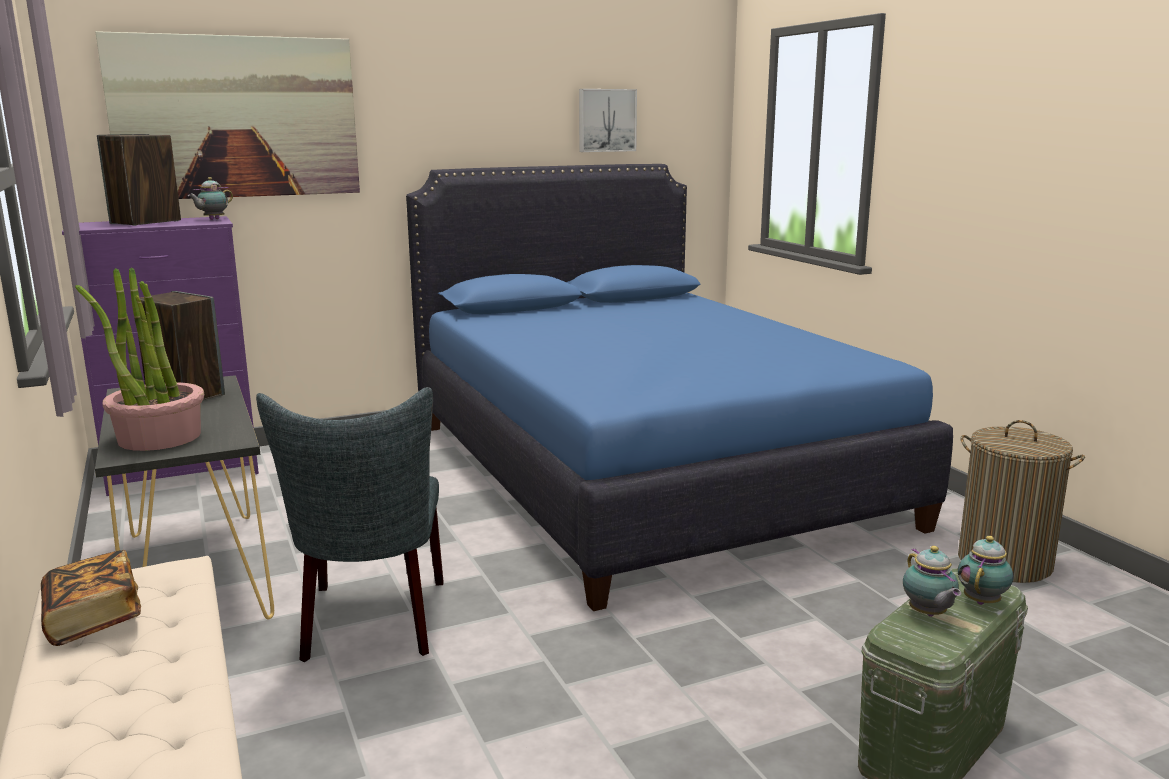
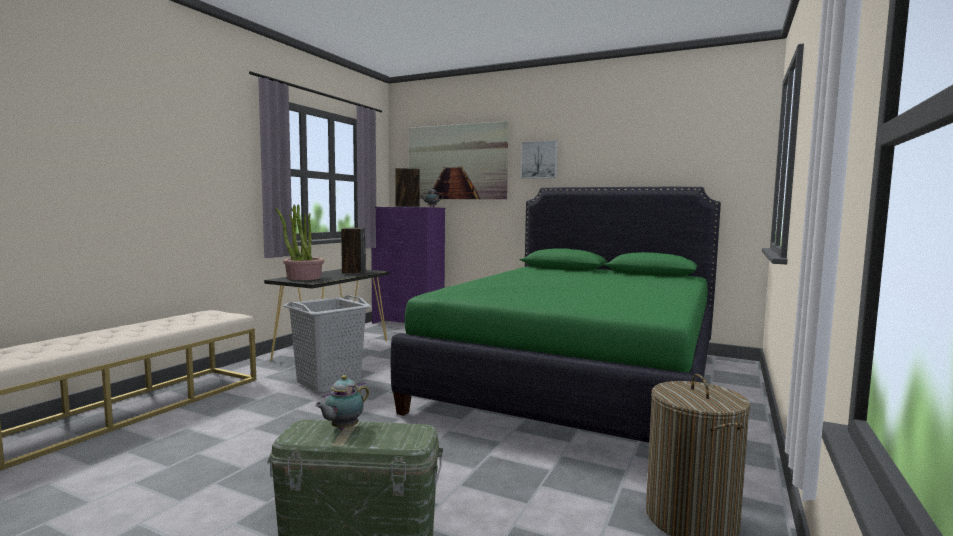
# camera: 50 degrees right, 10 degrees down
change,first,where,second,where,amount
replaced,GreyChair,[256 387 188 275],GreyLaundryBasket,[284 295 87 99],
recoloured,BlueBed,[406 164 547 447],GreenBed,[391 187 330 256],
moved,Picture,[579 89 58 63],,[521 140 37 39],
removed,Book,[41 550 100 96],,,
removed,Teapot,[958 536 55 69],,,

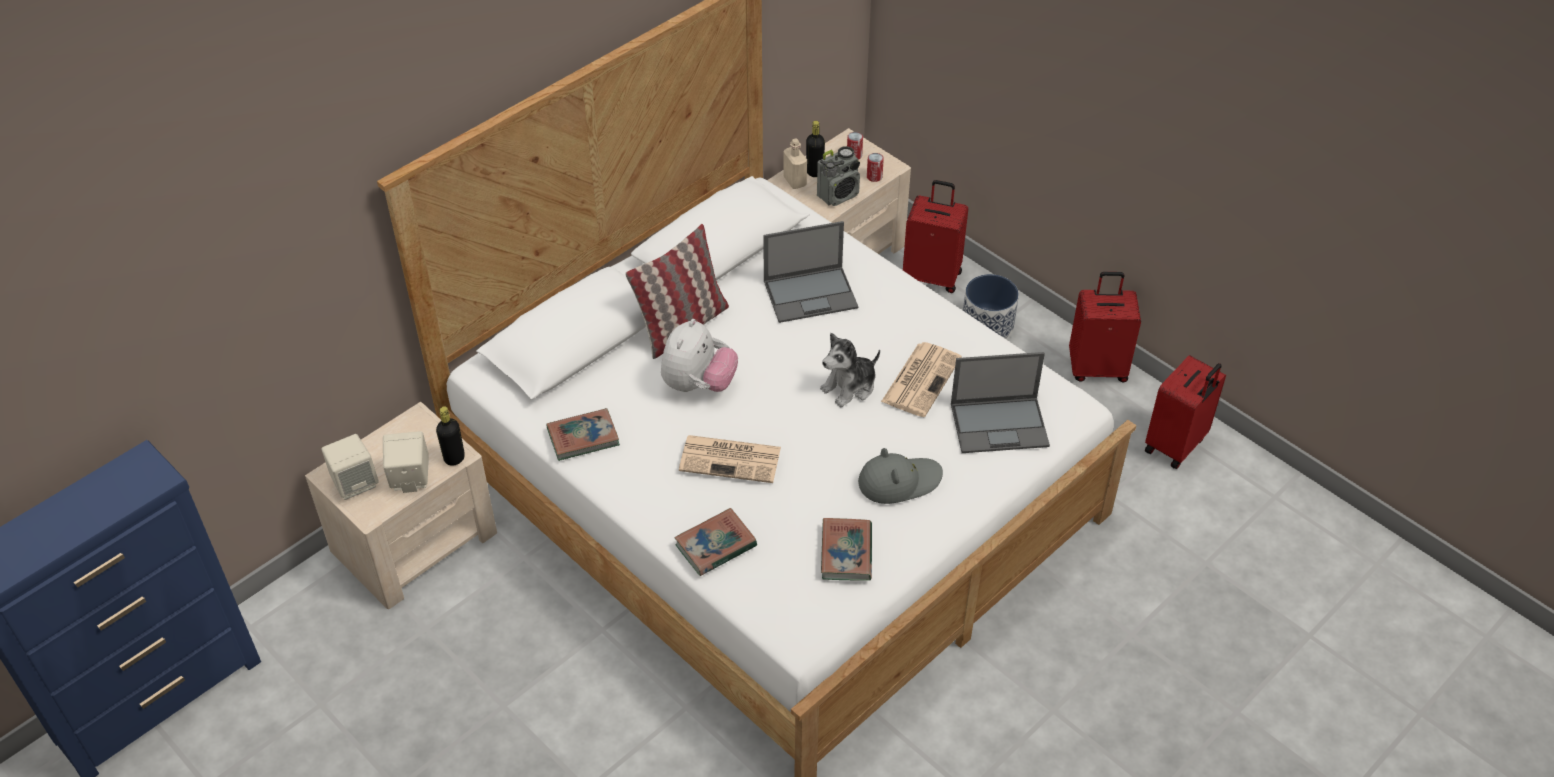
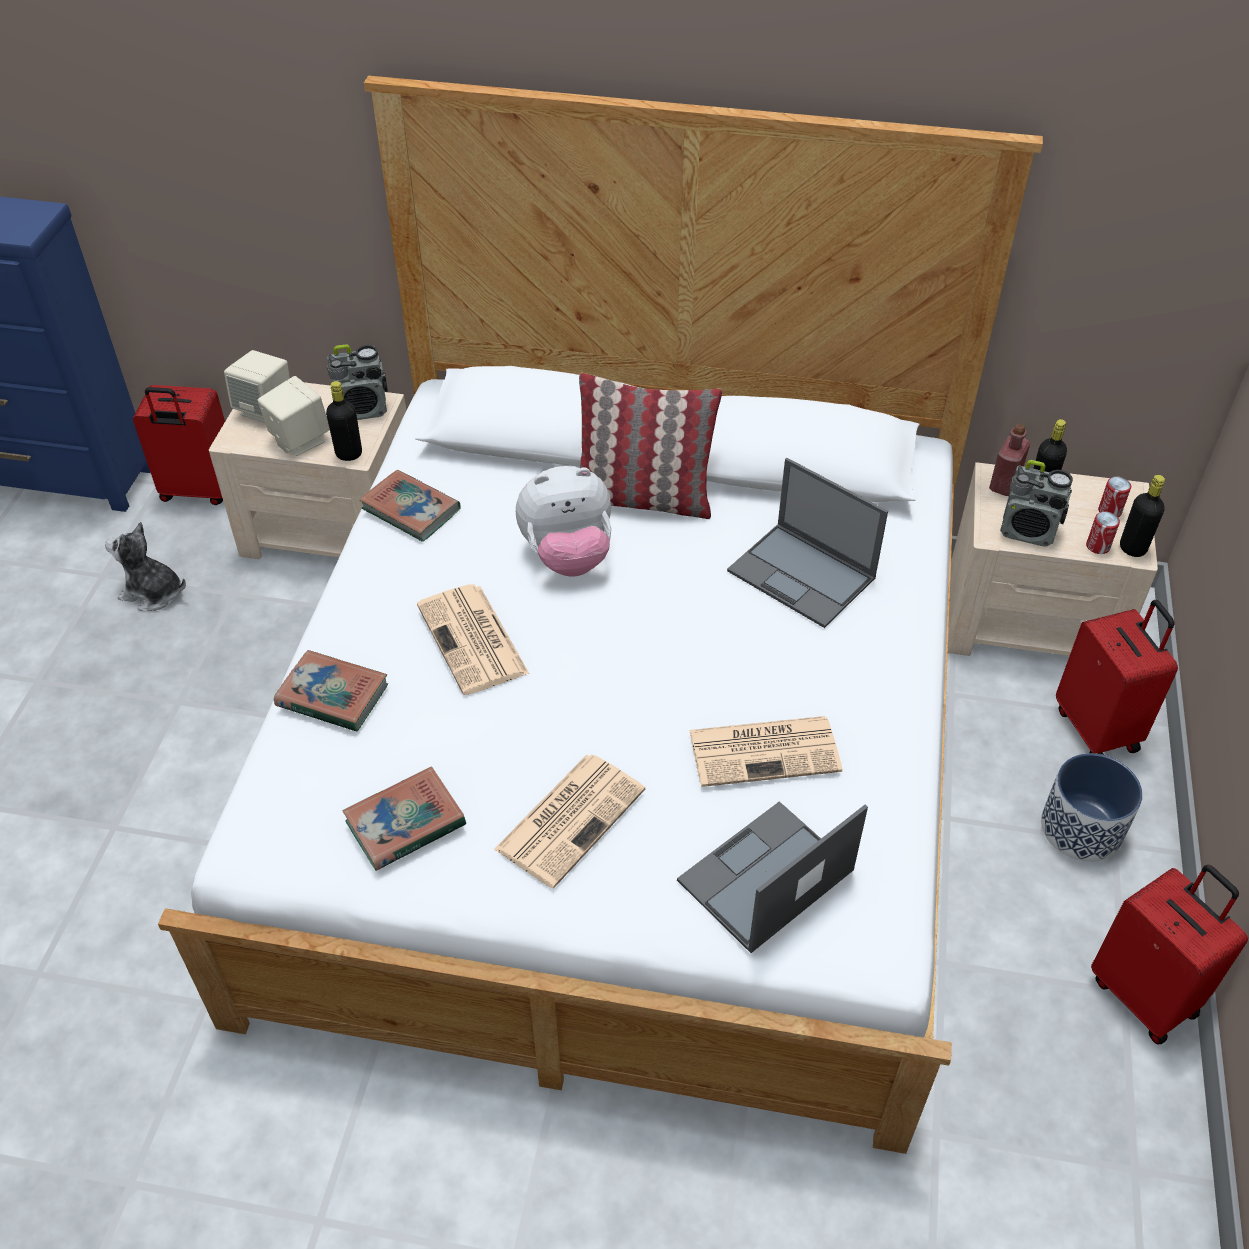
# camera: 55 degrees right, 0 degrees up
change,first,where,second,where,amount
moved,PlushToy,[820 333 60 74],,[105 522 81 89],
moved,RedSuitcase,[1145 355 81 114],,[133 385 92 120],
added,,,Radio,[327 344 61 76],
replaced,GreyHat,[858 448 85 56],Newspaper,[494 754 151 134],
turned,Laptop,[951 352 99 101],,[677 801 191 152],90 degrees clockwise
recoloured,BeigeBottle,[783 138 24 51],RedBottle,[989 424 41 72],
added,,,BlackBottle,[1120 475 45 82],

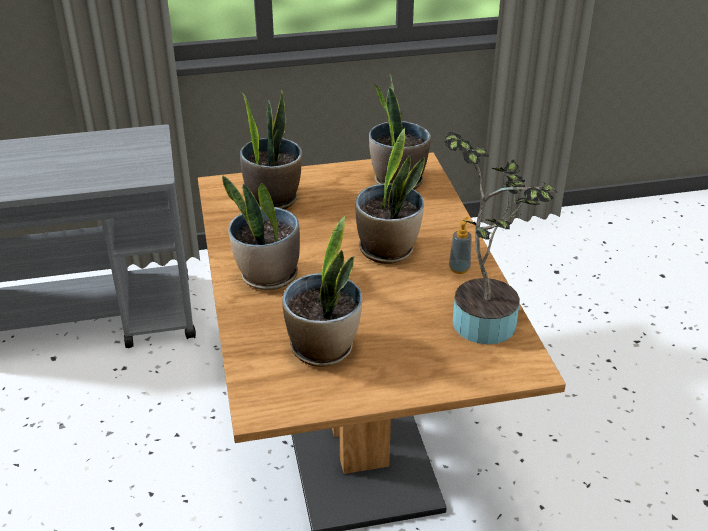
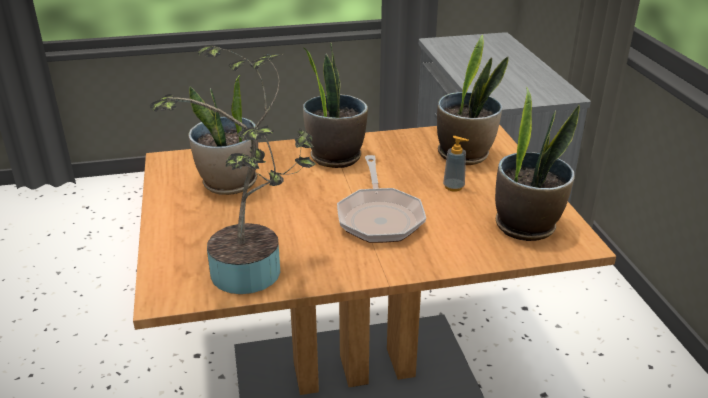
# camera: 90 degrees right, 5 degrees down
change,first,where,second,where,amount
replaced,PottedPlant,[355 128 70 136],FryingPan,[337 155 89 88],
moved,SoapDispenser,[449 217 23 57],,[443 136 26 56],

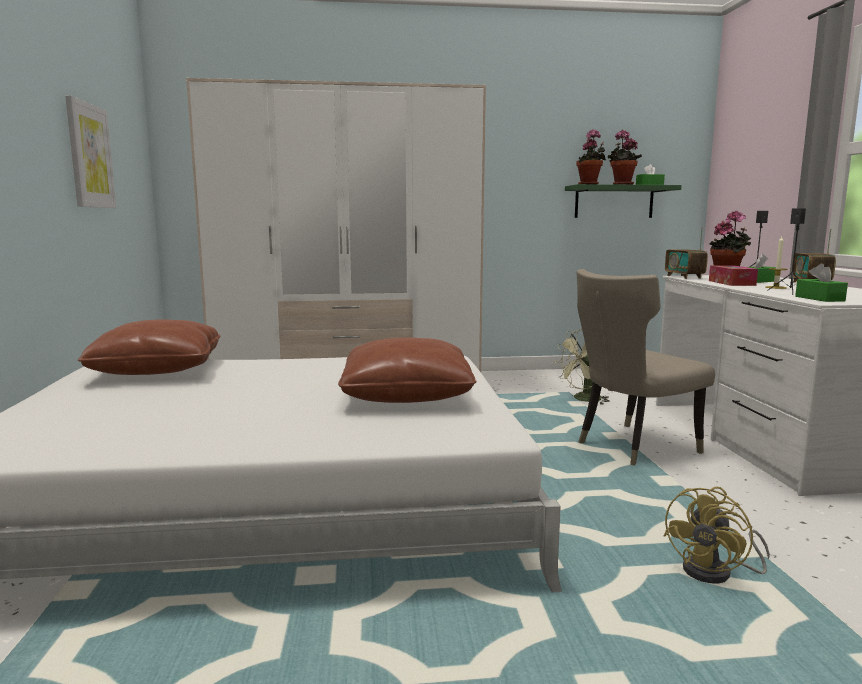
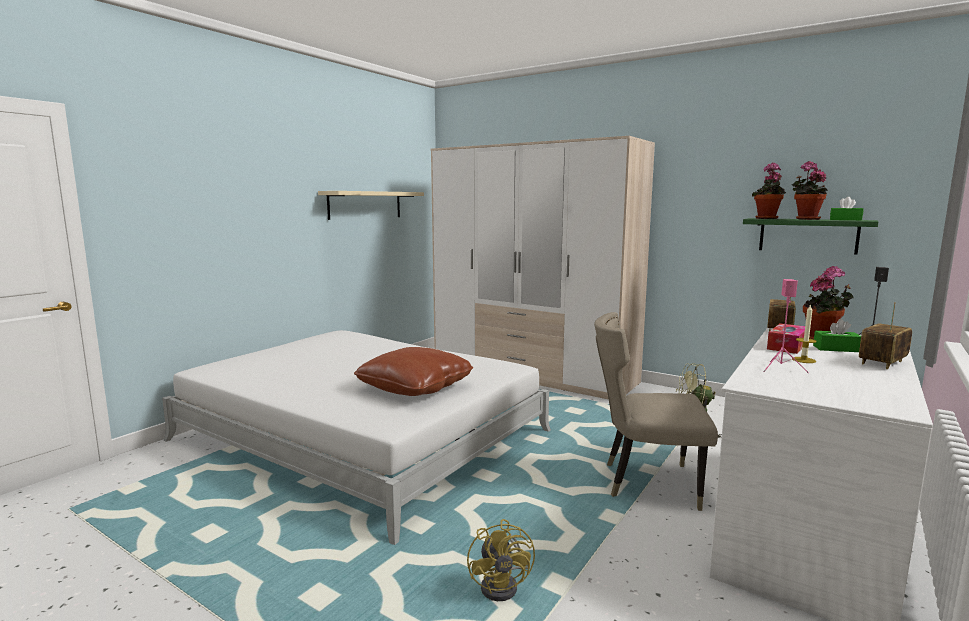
# camera: 40 degrees right, 0 degrees up
change,first,where,second,where,amount
replaced,Picture,[66 95 50 113],BeigeShelf,[318 191 106 29],
turned,YellowFan,[663 487 107 97],,[467 519 68 82],90 degrees counterclockwise
recoloured,BlackSpeaker,[767 208 39 87],PinkSpeaker,[763 279 46 94],
removed,BrownPillow,[78 319 142 56],,,
removed,GreenTissueBox,[795 263 53 39],,,

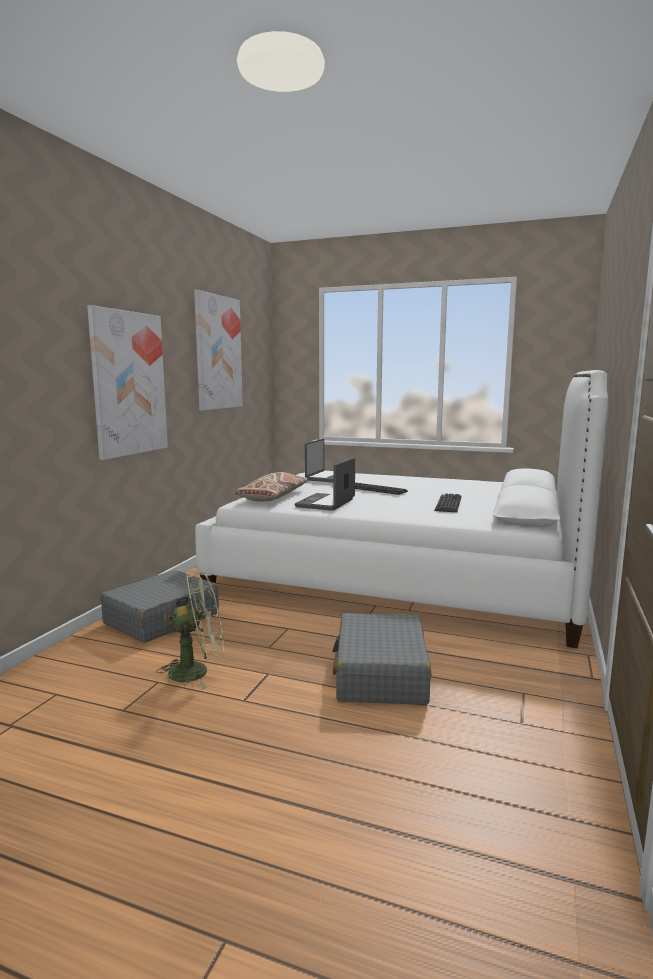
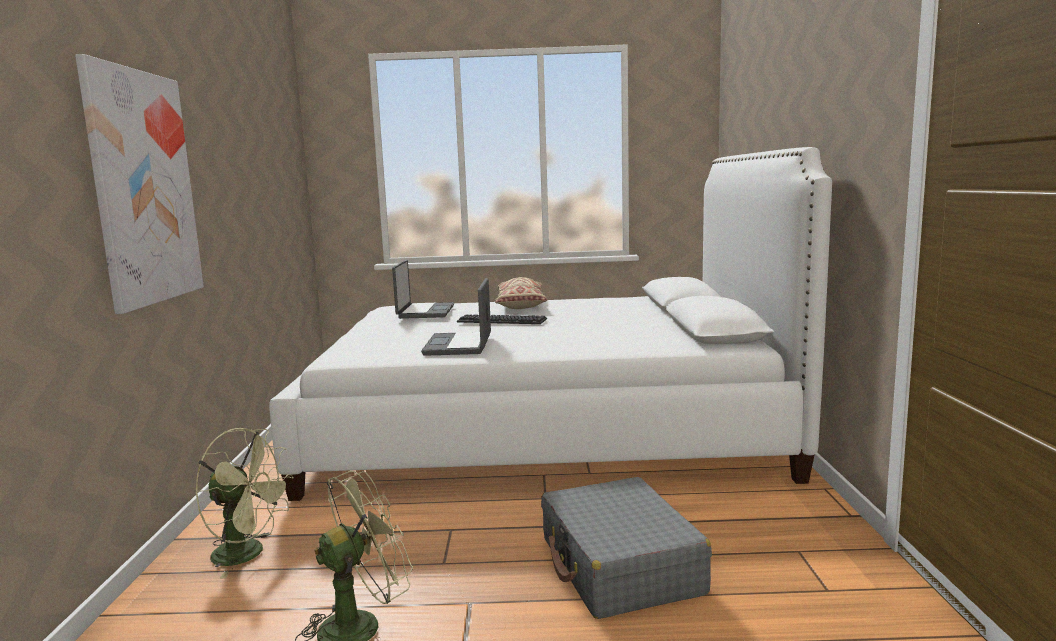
# camera: 20 degrees left, 0 degrees up
change,first,where,second,where,amount
replaced,GreySuitcase,[100 570 119 73],GreenFan,[195 428 99 151],
moved,BeigePillow,[233 472 76 29],,[495 277 52 32],
removed,Picture,[194 290 49 121],,,
removed,Keyboard,[435 493 27 19],,,

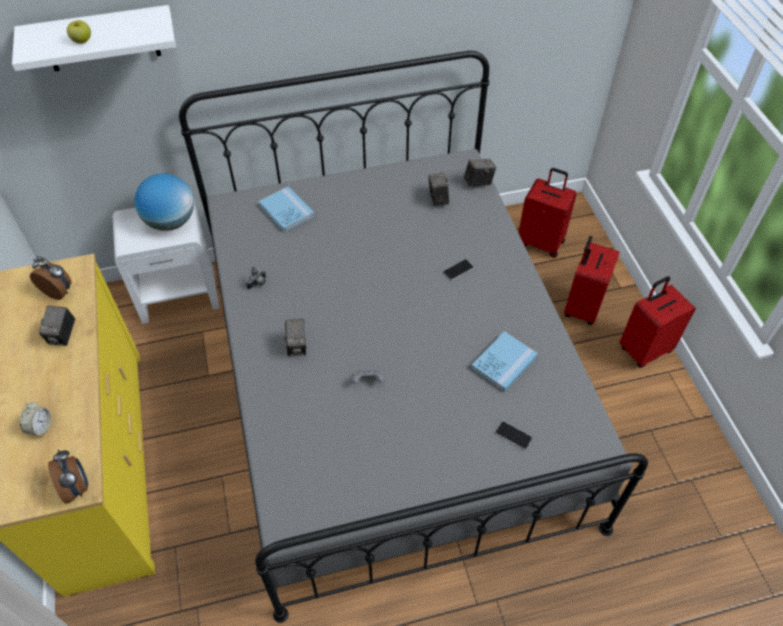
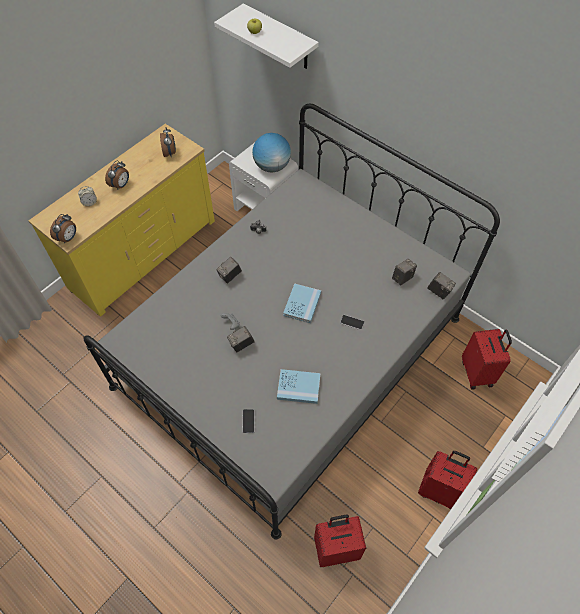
# camera: 55 degrees right, 5 degrees up
change,first,where,second,where,amount
added,,,AlarmClock,[105 161 24 28],
moved,PhotoCamera,[39 305 36 41],,[227 326 27 26],
moved,BlueBook,[258 186 56 47],,[283 283 38 40],
moved,RedSuitcase,[564 236 56 89],,[314 515 52 52],

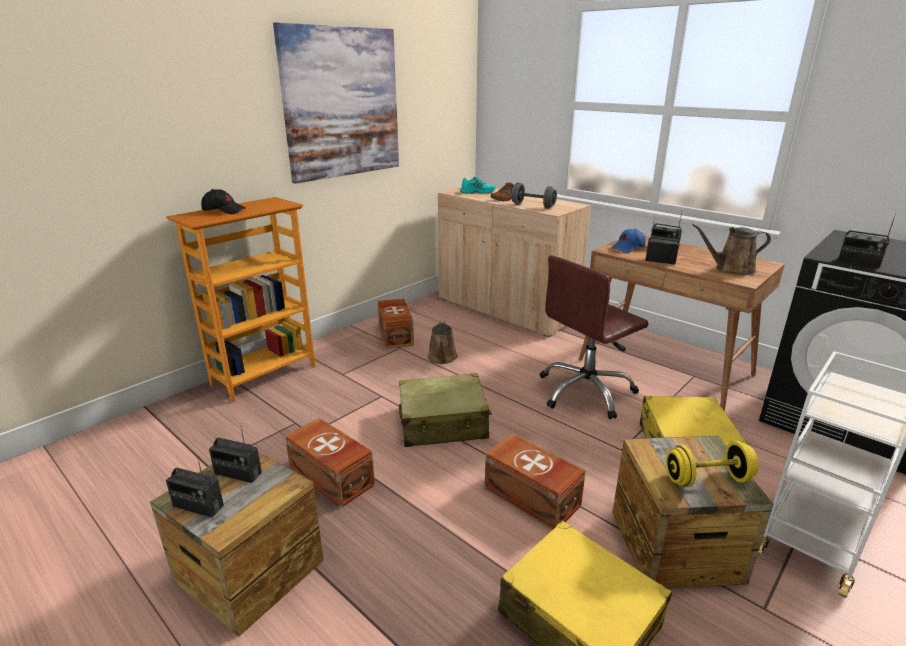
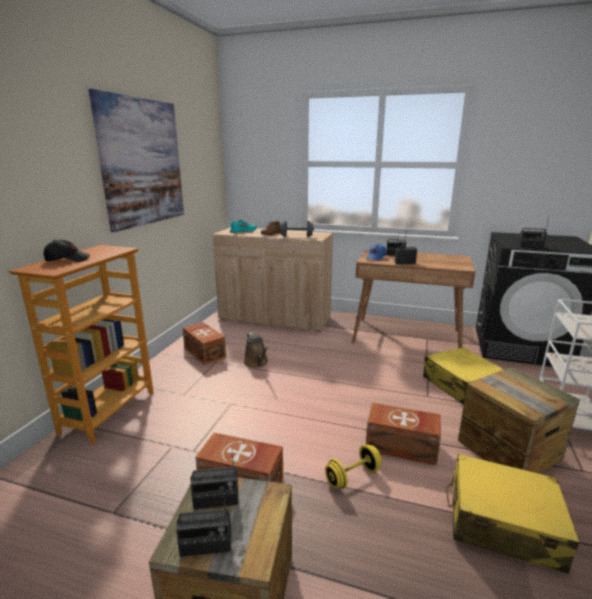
# camera: 25 degrees left, 5 degrees down
change,first,where,second,where,amount
moved,YellowDumbbell,[665 441 94 46],,[325 444 57 45],
removed,BeigeSuitcase,[399 373 93 74],,,
removed,BrownOfficeChair,[540 255 109 164],,,
removed,BrownWateringCan,[692 224 79 51],,,

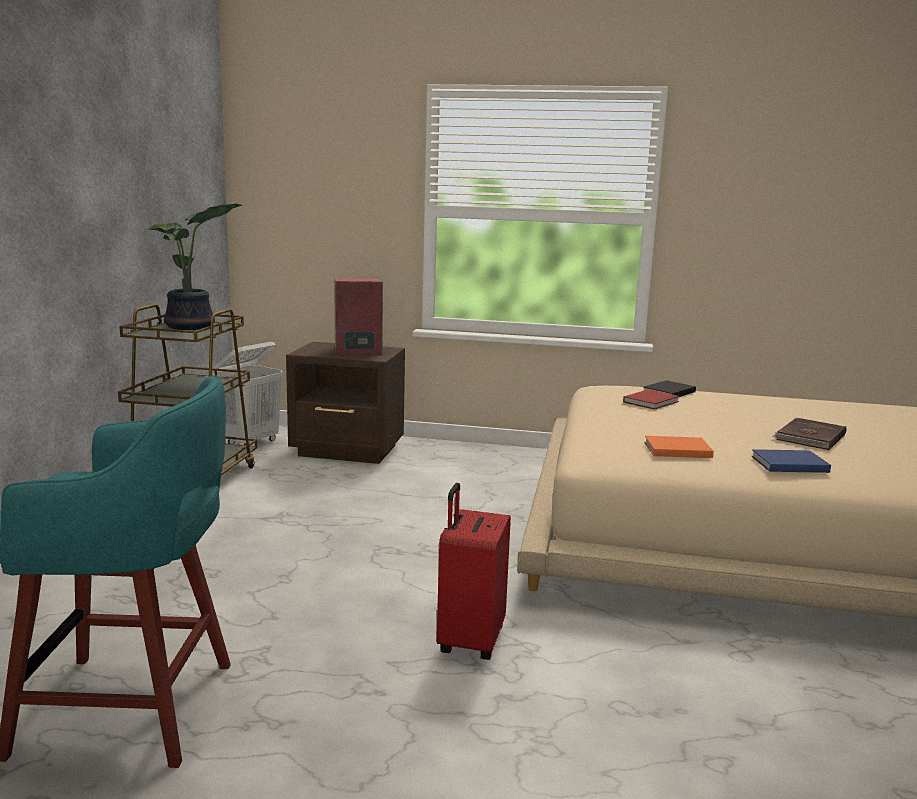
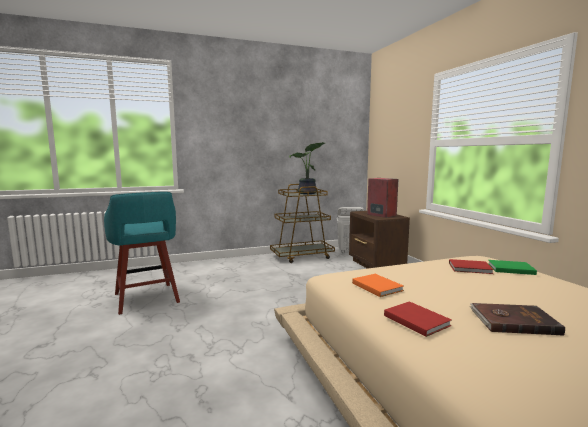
# camera: 60 degrees right, 5 degrees down
change,first,where,second,where,amount
recoloured,BlueBook,[751 449 80 24],RedBook,[384 301 68 36],
recoloured,BlackBook,[643 380 53 17],GreenBook,[488 260 49 15],
removed,RedSuitcase,[437 483 74 177],,,

